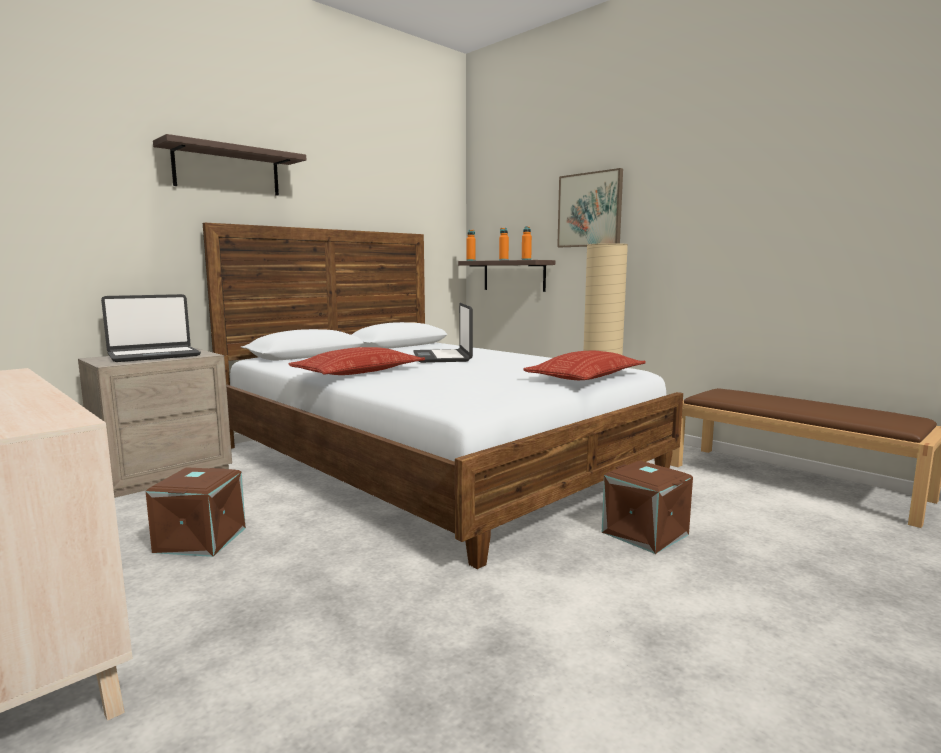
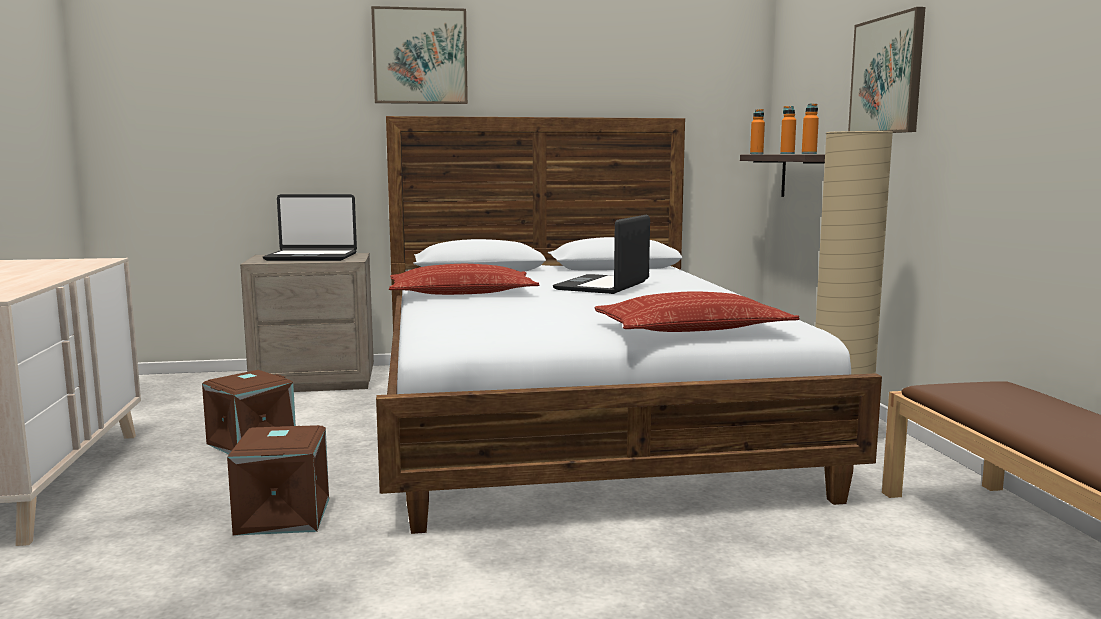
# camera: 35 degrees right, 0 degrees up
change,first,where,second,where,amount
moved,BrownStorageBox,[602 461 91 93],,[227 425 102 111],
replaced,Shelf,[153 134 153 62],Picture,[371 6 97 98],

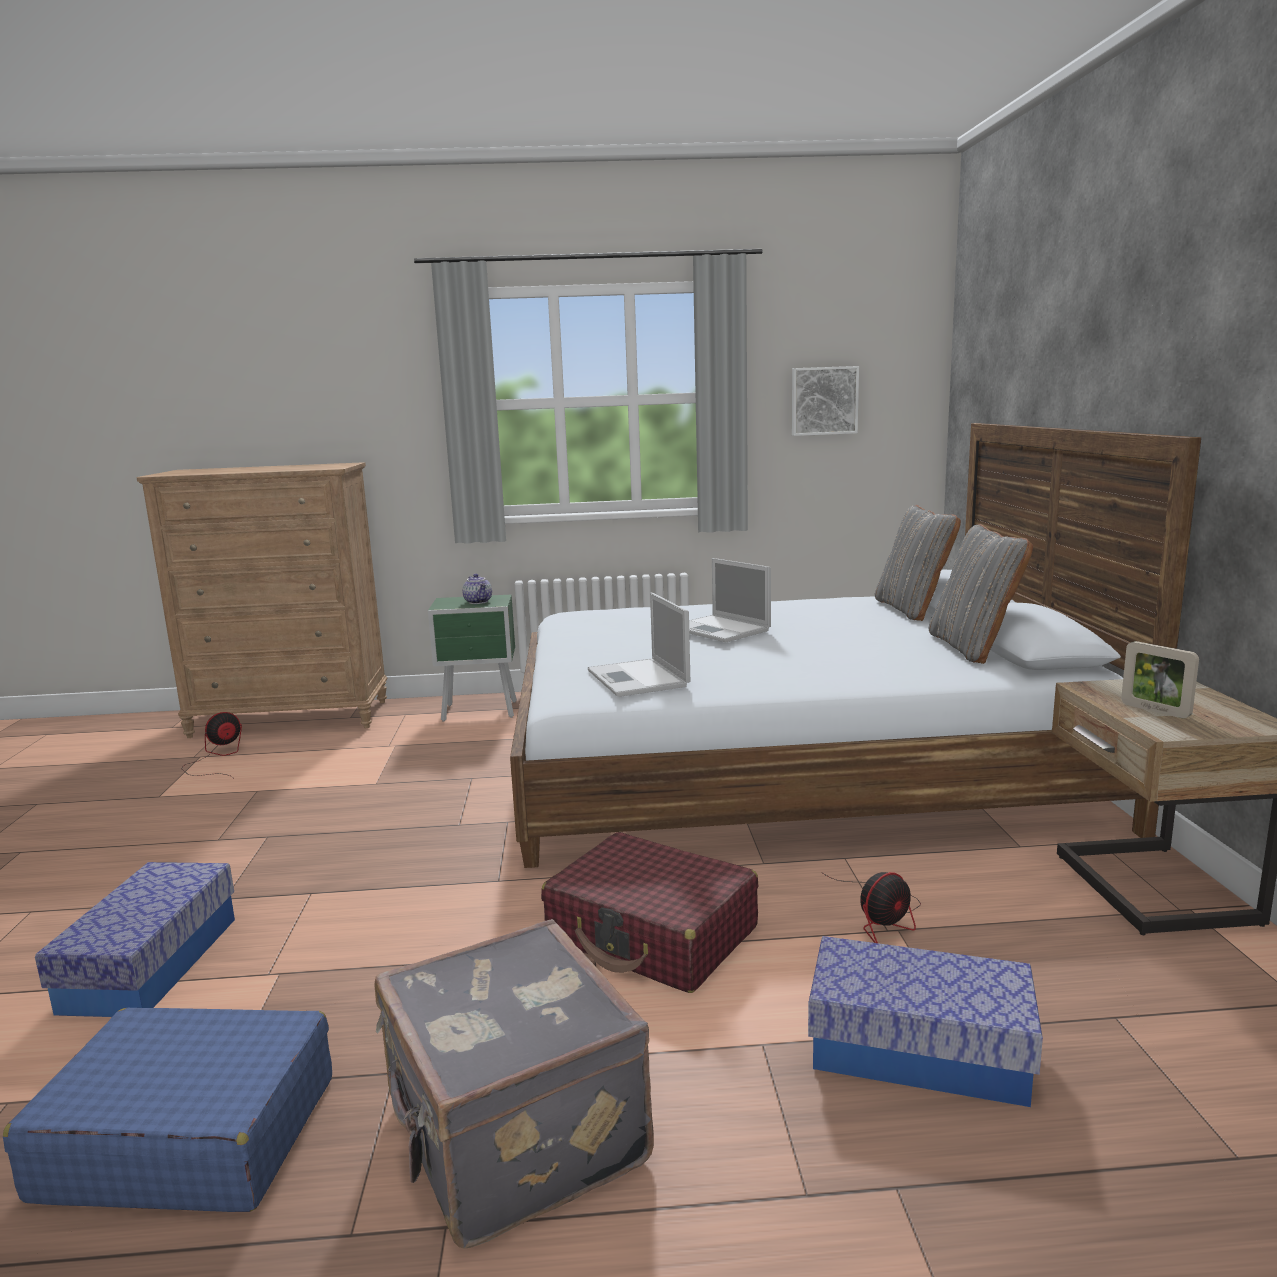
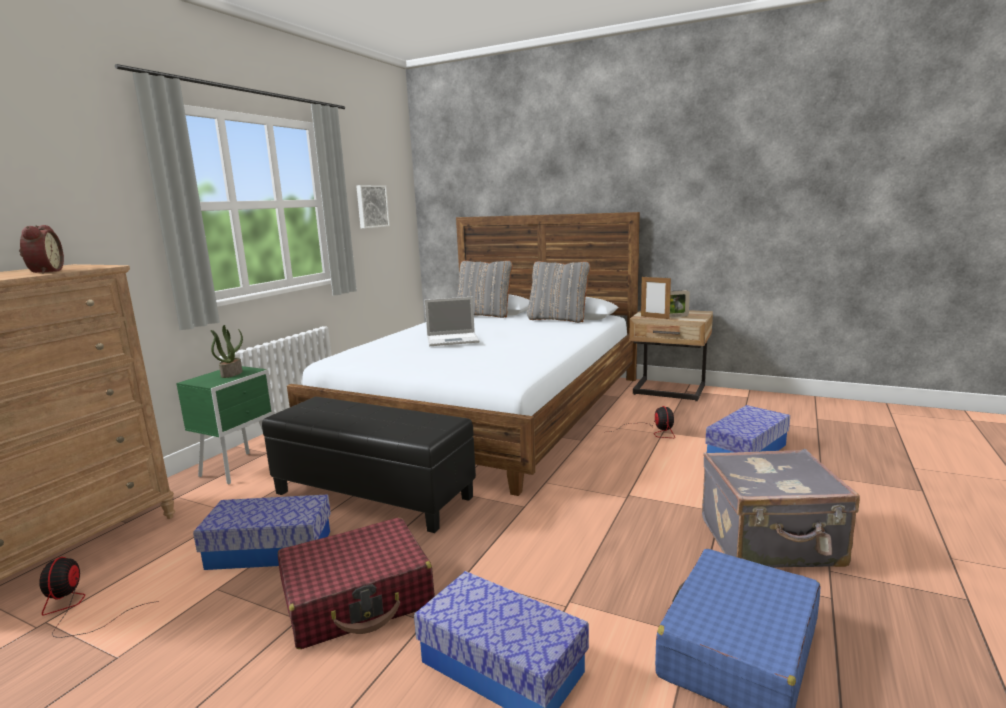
# camera: 60 degrees left, 0 degrees up
change,first,where,second,where,amount
added,,,AlarmClock,[19 225 45 49],
added,,,StorageBox,[193 494 138 76],
replaced,Teapot,[462 574 30 30],PottedPlant,[210 325 33 53],
added,,,BlackOttoman,[262 397 214 136],
moved,RedSuitcase,[541 832 217 161],,[278 518 157 131],
added,,,PictureFrame,[641 276 30 43],
removed,Laptop,[588 593 102 104],,,

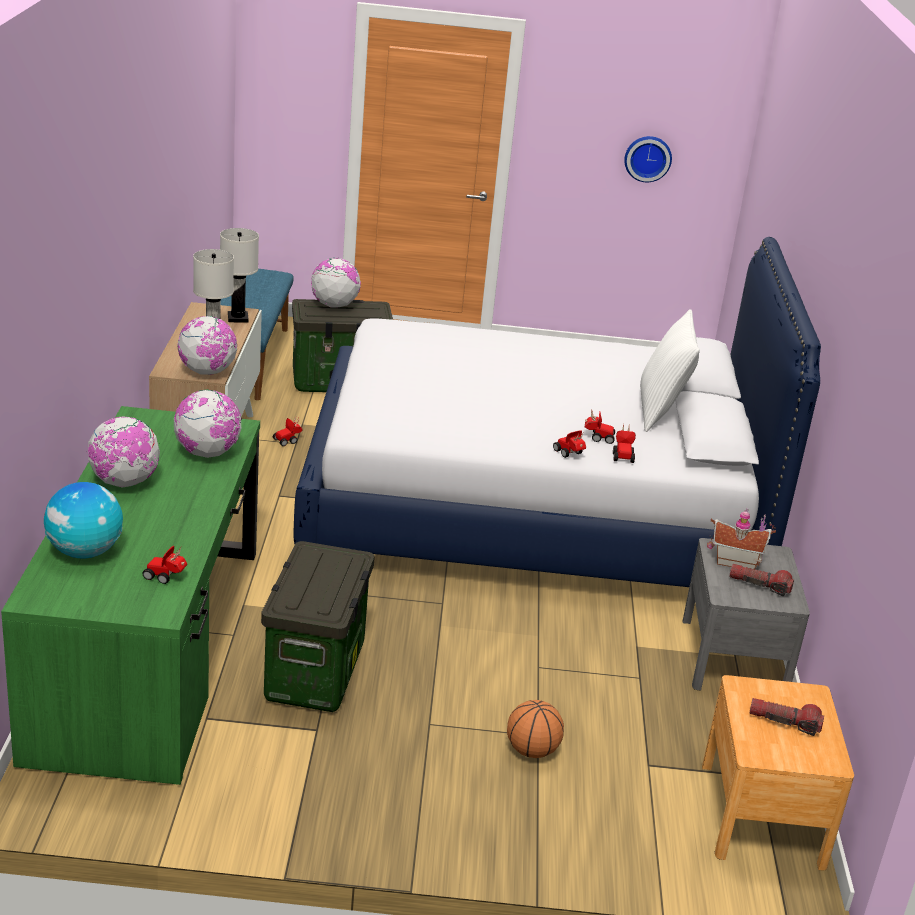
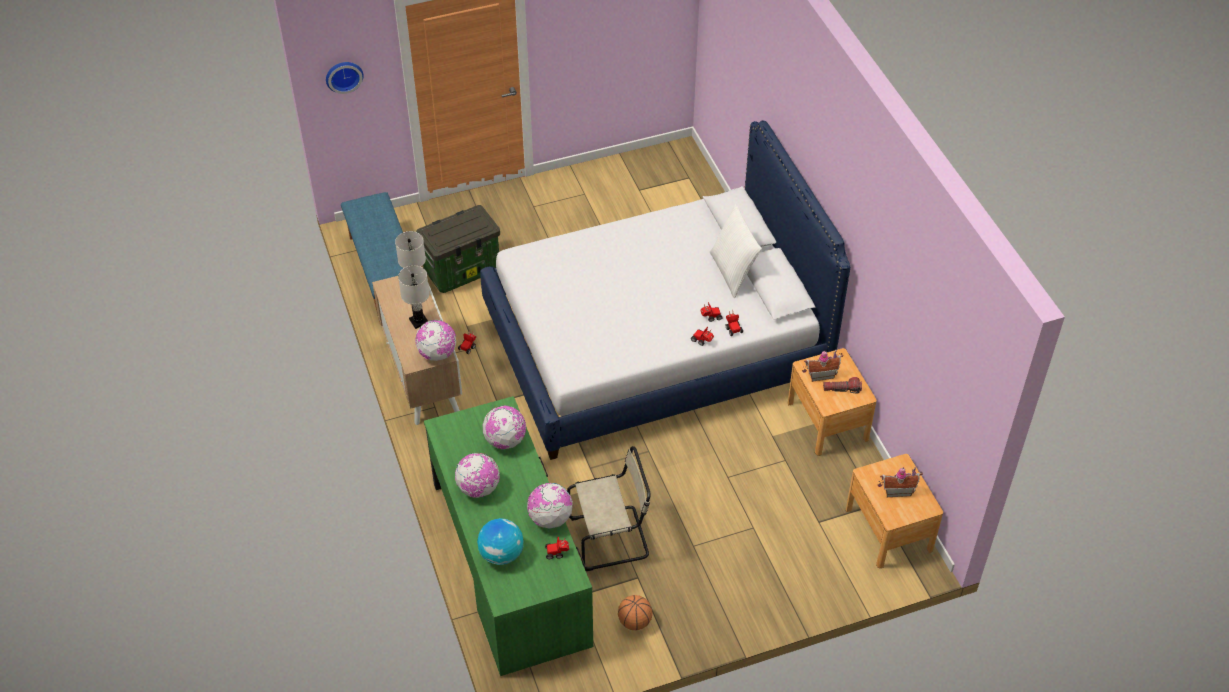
# camera: 20 degrees left, 20 degrees up
change,first,where,second,where,amount
moved,WallClock,[624 136 48 46],,[326 62 38 32],
moved,Globe,[311 258 50 50],,[527 483 46 46],
replaced,StorageBox,[261 541 114 171],BeigeChair,[567 446 84 125],
moved,Basketball,[507 700 57 58],,[618 595 35 35],
recoloured,GreyNightstand,[682 538 128 153],BrownNightstand,[788 348 89 108],
replaced,Flashlight,[749 698 75 38],ToyHouse,[878 467 45 30],

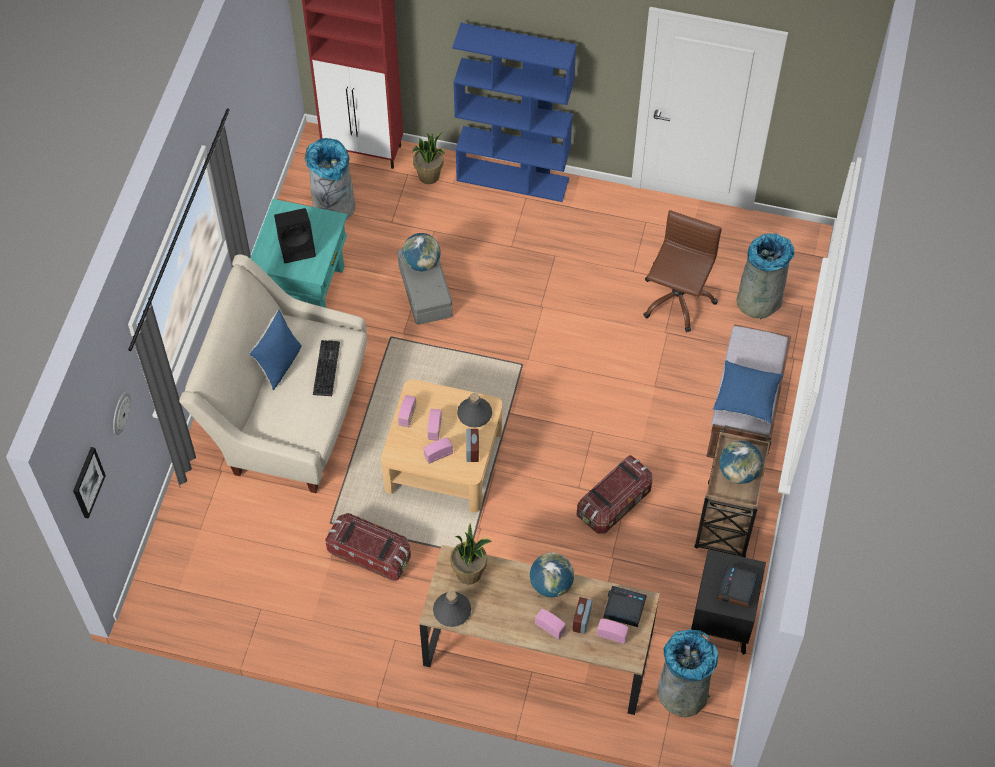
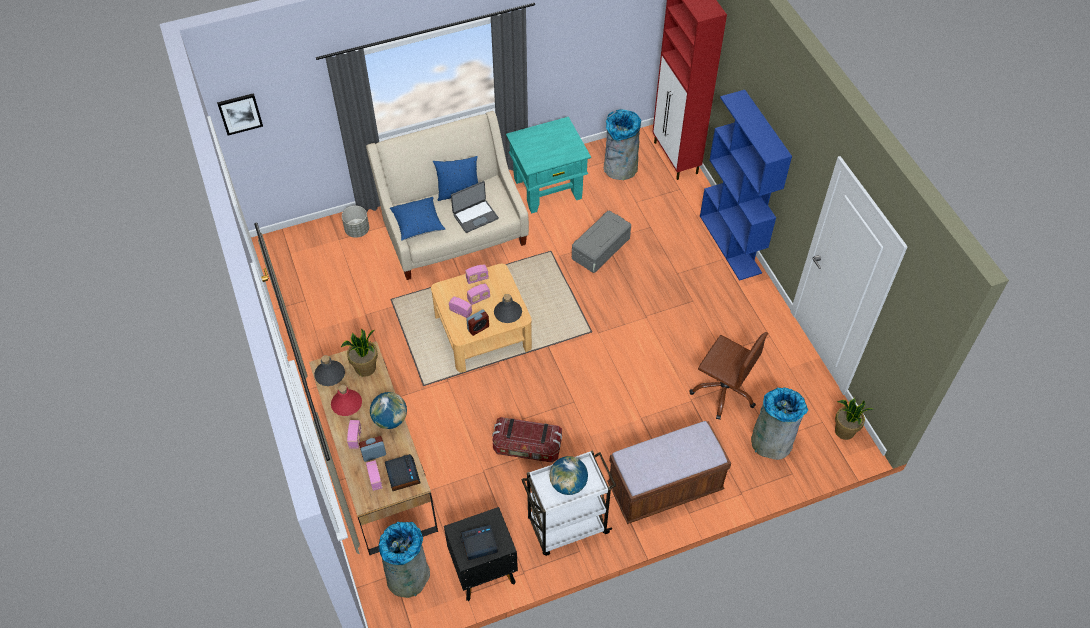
# camera: 55 degrees right, 5 degrees down
change,first,where,second,where,amount
added,,,RedBottle,[331 385 31 31],
added,,,GreyPlanter,[342 206 27 32],
moved,BluePillow,[713 360 70 64],,[390 197 55 44],
replaced,Keyboard,[313 340 27 56],Laptop,[451 181 48 52],
recoloured,BrownCart,[694 425 78 133],WhiteCart,[521 450 95 106],
turned,BrownOfficeChair,[643 210 79 122],,[689 332 79 88],45 degrees clockwise
moved,PottedPlant,[412 132 33 52],,[835 398 38 42],
removed,WallClock,[113 391 18 44],,,
removed,BlackSpeaker,[274 208 42 55],,,
removed,StorageBox,[325 513 86 68],,,
removed,Globe,[402 233 39 38],,,

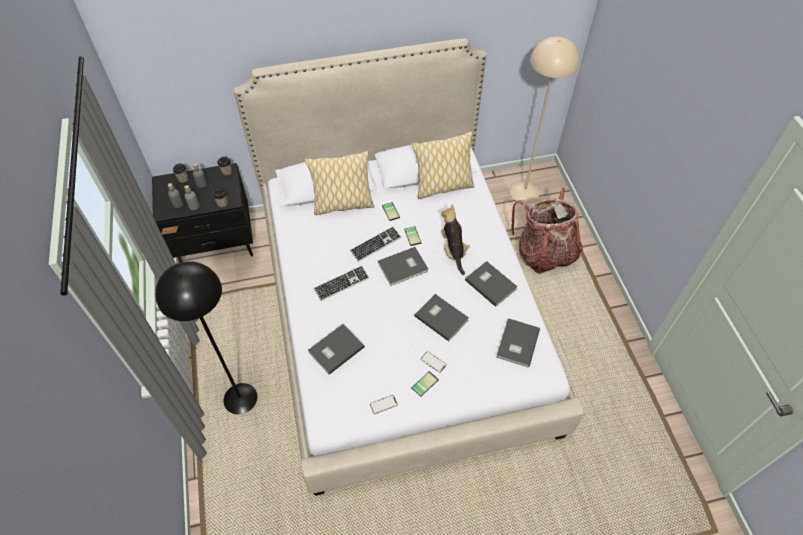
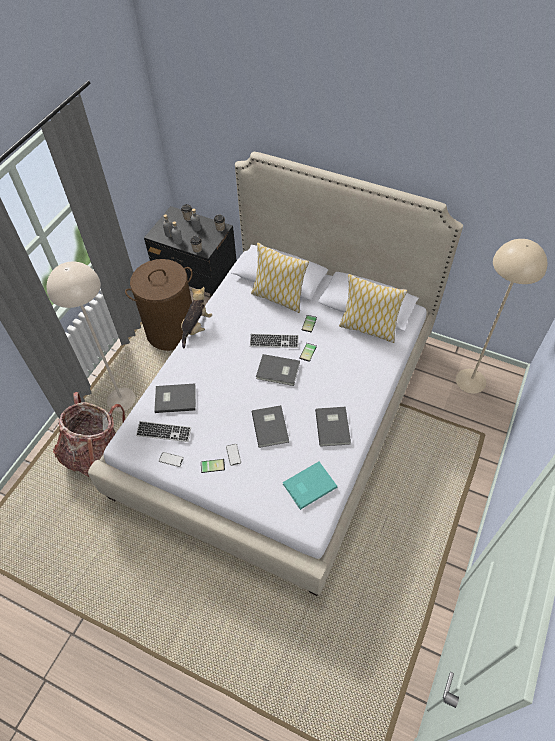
# camera: 40 degrees right, 0 degrees up
change,first,where,second,where,amount
recoloured,BlackFloorLamp,[155 261 102 153],BeigeFloorLamp,[47 261 88 150],
moved,Backpack,[511 188 72 86],,[53 392 72 85],
added,,,BrownLaundryBasket,[125 259 68 92],
moved,Keyboard,[314 265 55 36],,[136 421 55 21],
moved,PlushToy,[441 204 29 71],,[181 287 31 61],
recoloured,GreyBook,[496 318 44 50],TurquoiseBook,[283 462 54 48],

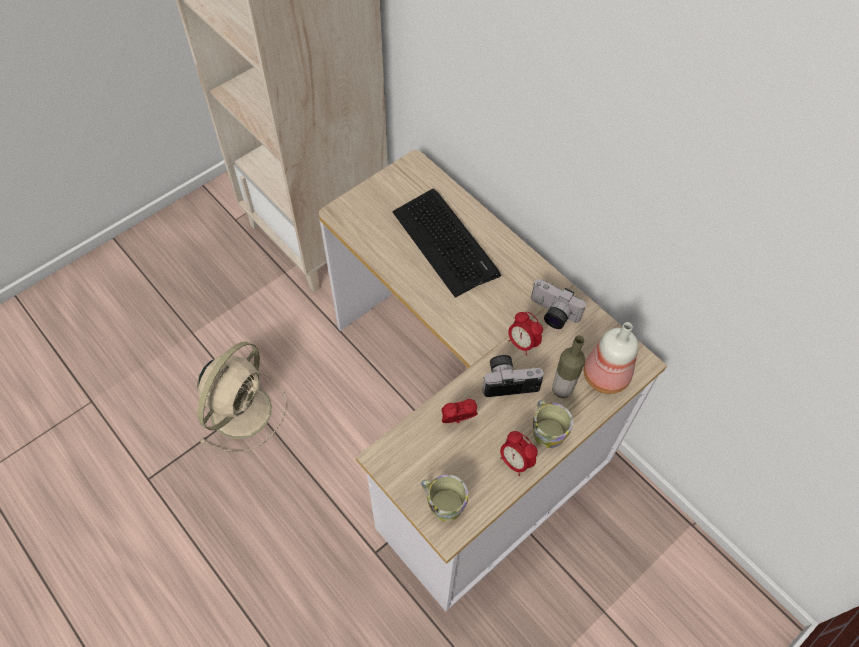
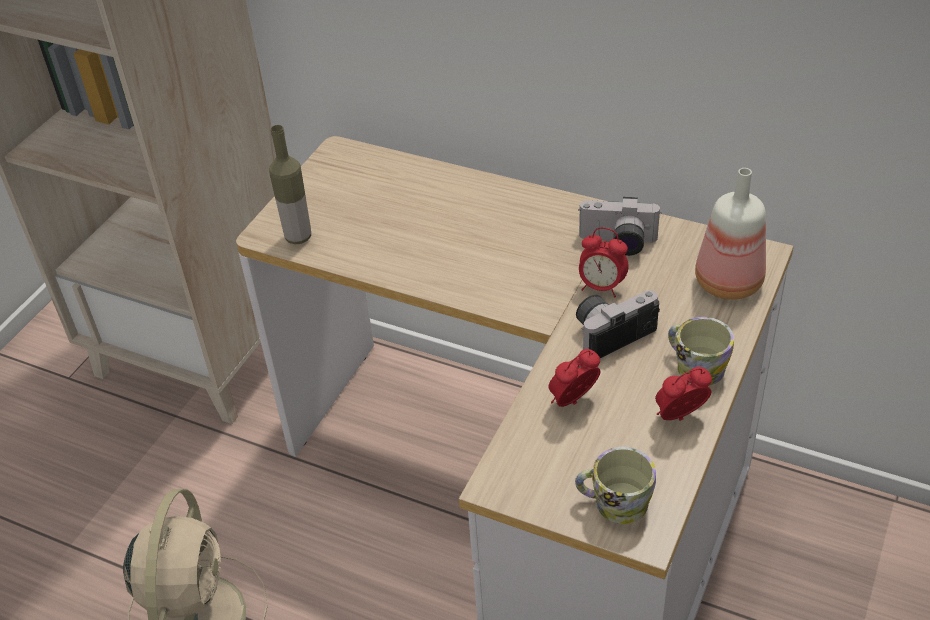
# camera: 20 degrees left, 15 degrees down
change,first,where,second,where,amount
moved,Bottle,[552 335 33 63],,[269 125 42 119],
turned,AlarmClock,[500 431 38 45],,[655 367 57 54],135 degrees clockwise
removed,Keyboard,[392 189 109 108],,,

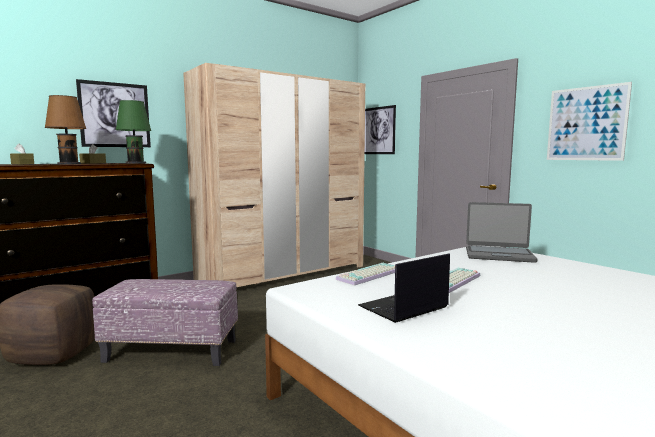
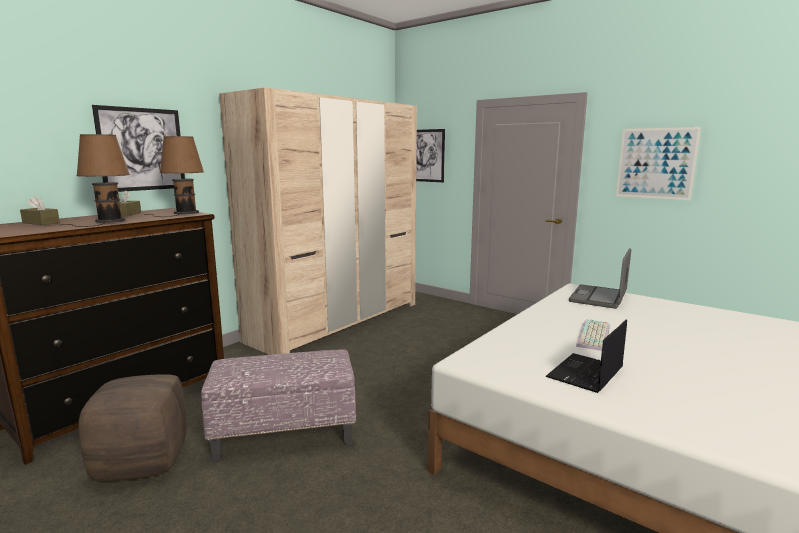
# camera: 15 degrees left, 5 degrees up
change,first,where,second,where,amount
recoloured,GreenTableLamp,[107 100 45 64],BrownTableLamp,[145 136 59 81],
turned,Laptop,[466 202 72 61],,[569 248 62 61],120 degrees clockwise
removed,Keyboard,[335 263 60 23],,,

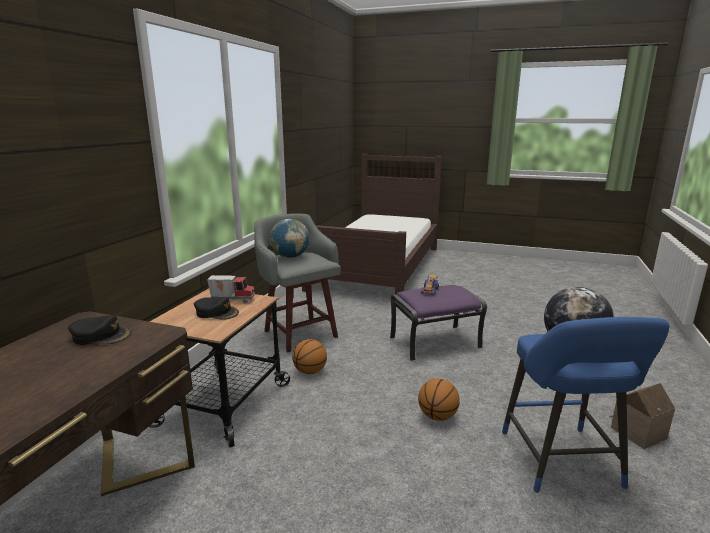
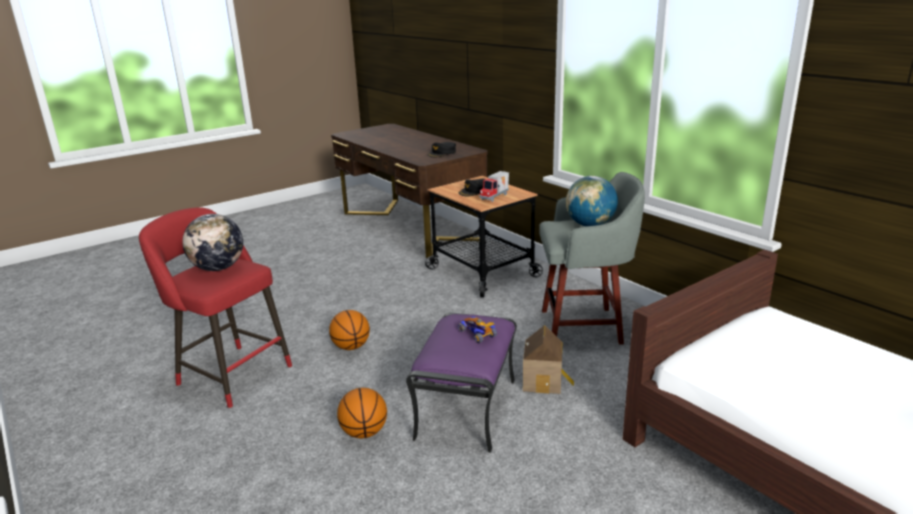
# camera: 125 degrees right, 5 degrees up
change,first,where,second,where,amount
recoloured,BlueStool,[502 317 167 176],RedStool,[139 207 153 201],
moved,Basketball,[292 339 35 35],,[337 388 50 50],
moved,ToyHouse,[610 383 65 66],,[523 325 51 69],

